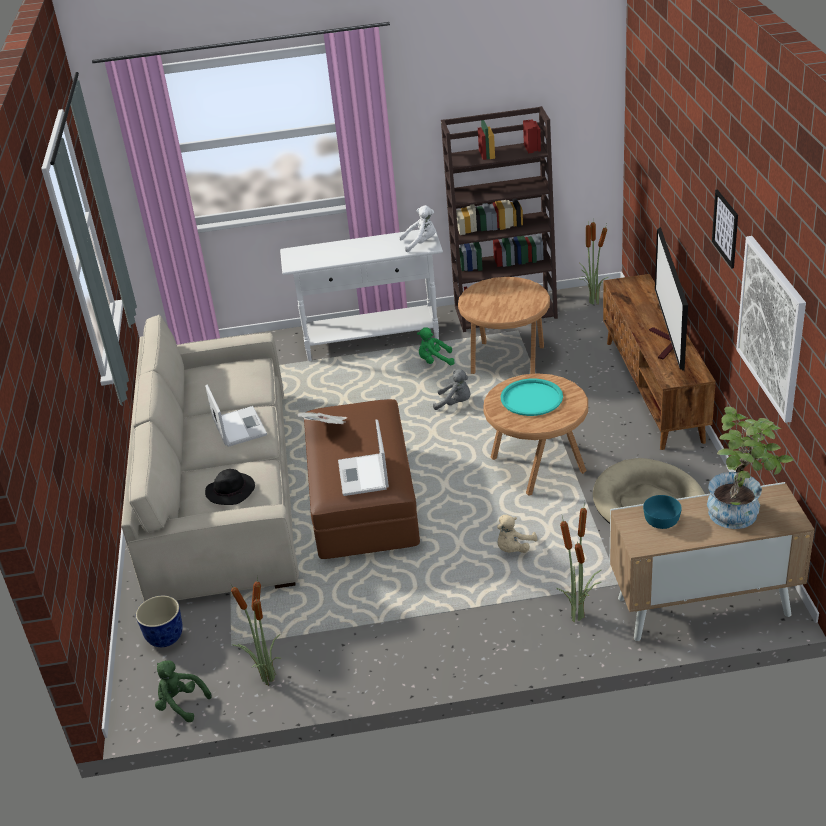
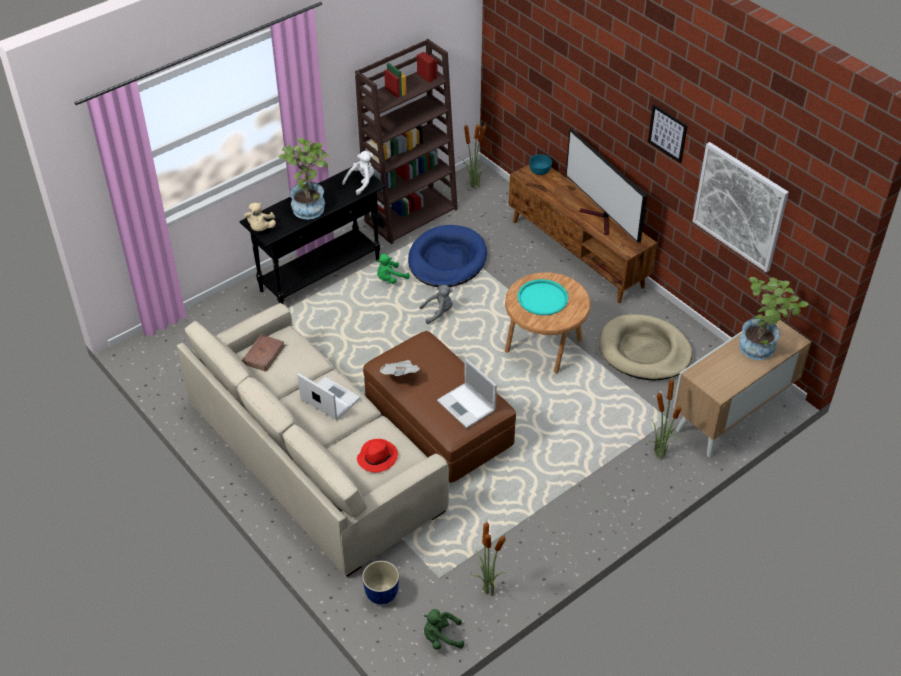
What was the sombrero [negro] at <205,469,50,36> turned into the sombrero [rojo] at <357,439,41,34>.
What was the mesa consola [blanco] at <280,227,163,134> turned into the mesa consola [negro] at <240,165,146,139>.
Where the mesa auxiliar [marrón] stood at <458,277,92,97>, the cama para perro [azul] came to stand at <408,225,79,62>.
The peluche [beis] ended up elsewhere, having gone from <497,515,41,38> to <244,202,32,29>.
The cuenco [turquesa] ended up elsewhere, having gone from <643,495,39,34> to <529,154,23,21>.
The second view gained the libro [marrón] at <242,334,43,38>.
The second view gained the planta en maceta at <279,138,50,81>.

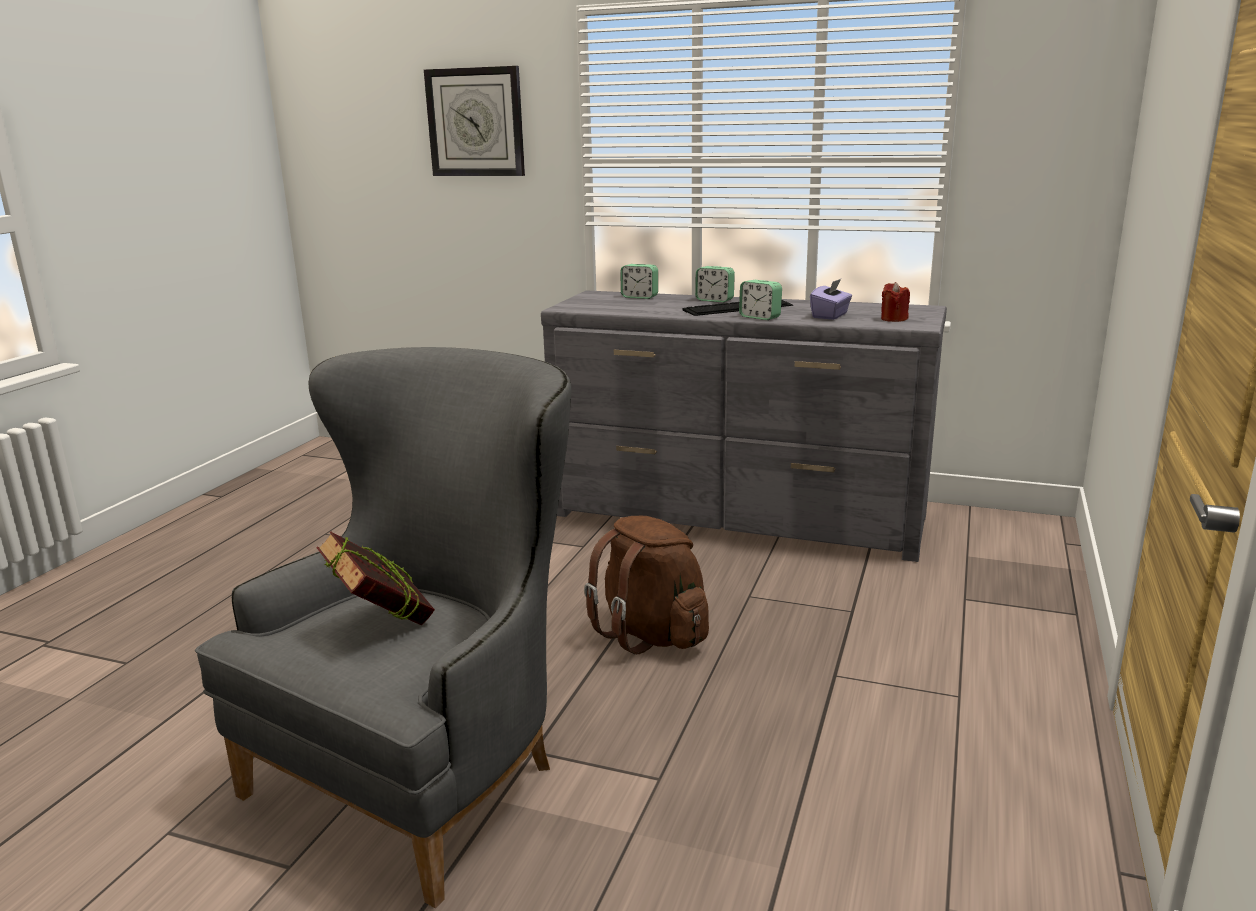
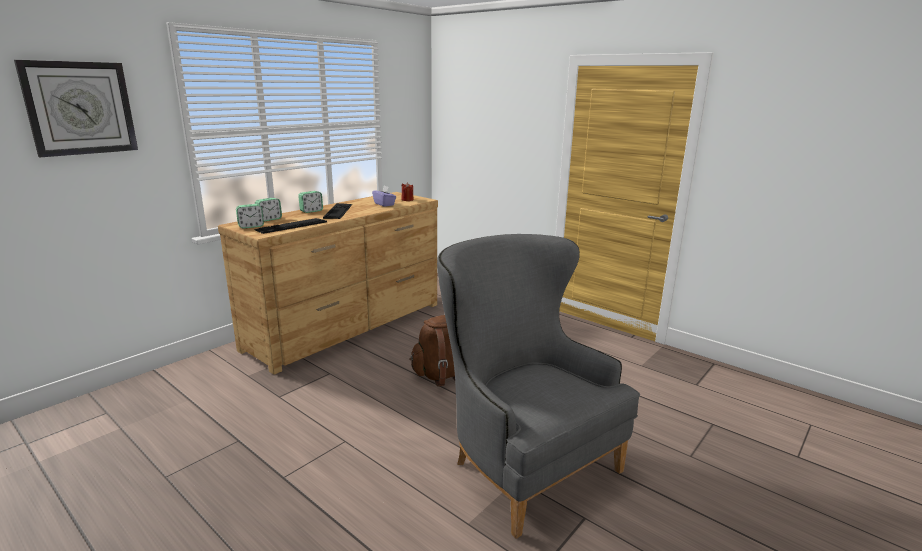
The second view lost the libro at <316,531,119,94>.
What was the cómoda [gris] at <541,290,406,272> turned into the cómoda [marrón] at <218,192,220,182>.
The despertador ended up elsewhere, having gone from <739,280,43,40> to <236,204,28,25>.
The second view gained the teclado at <255,218,72,16>.

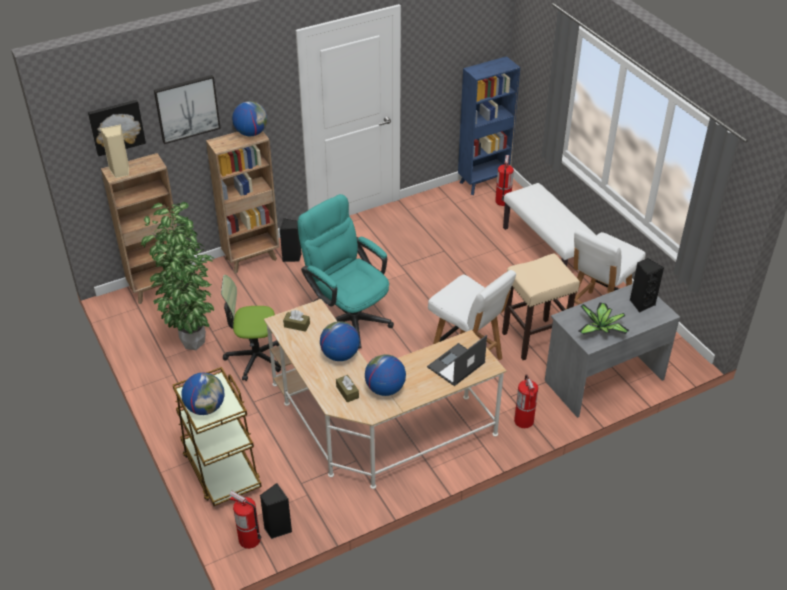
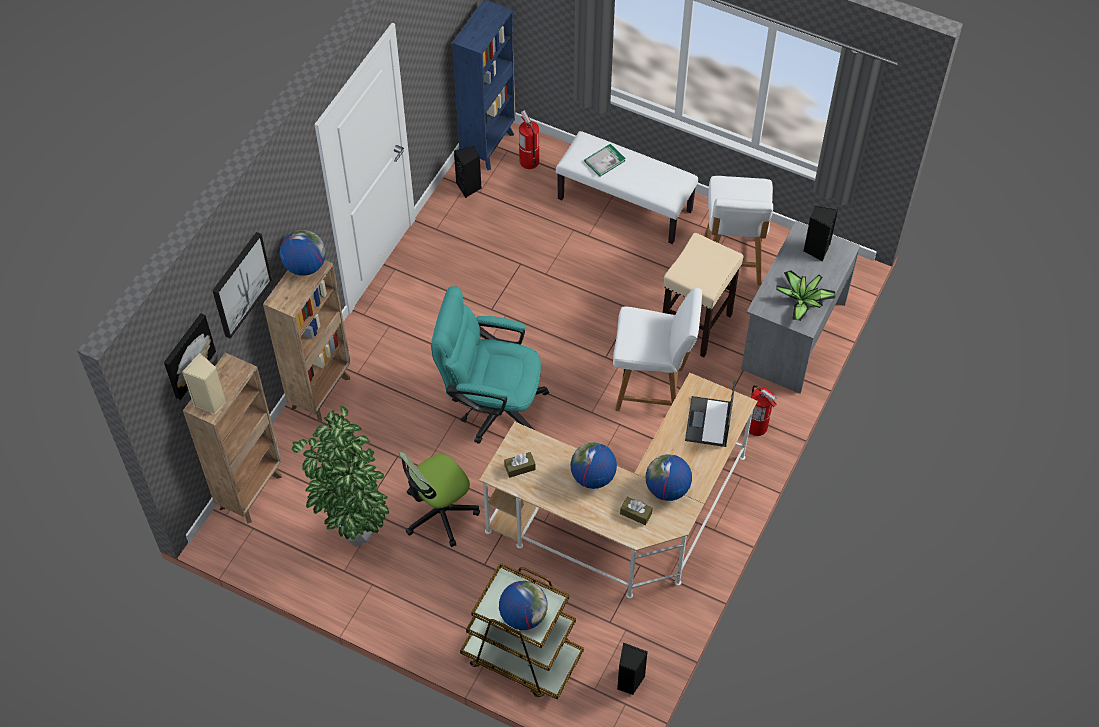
The second view lost the extintor at <229,491,33,58>.
The altavoz [negro] ended up elsewhere, having gone from <280,218,21,44> to <454,146,28,52>.
The second view gained the libro at <584,144,42,33>.

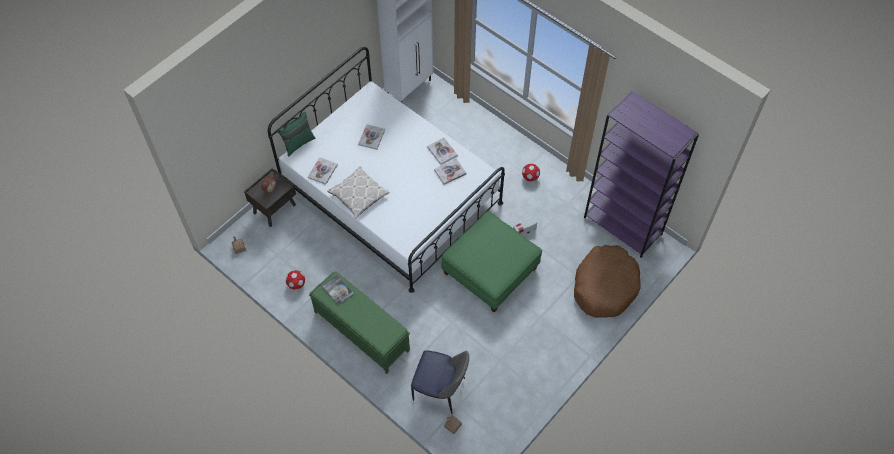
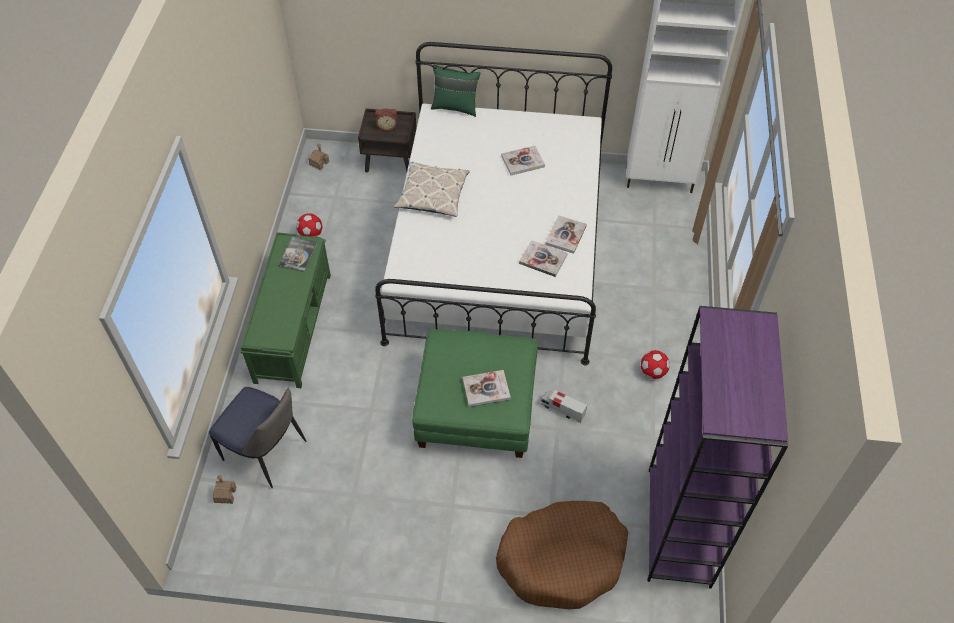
The libro ended up elsewhere, having gone from <308,157,30,28> to <463,370,48,37>.
The silla at <411,350,58,64> ended up facing another way, 45 degrees counterclockwise from before.

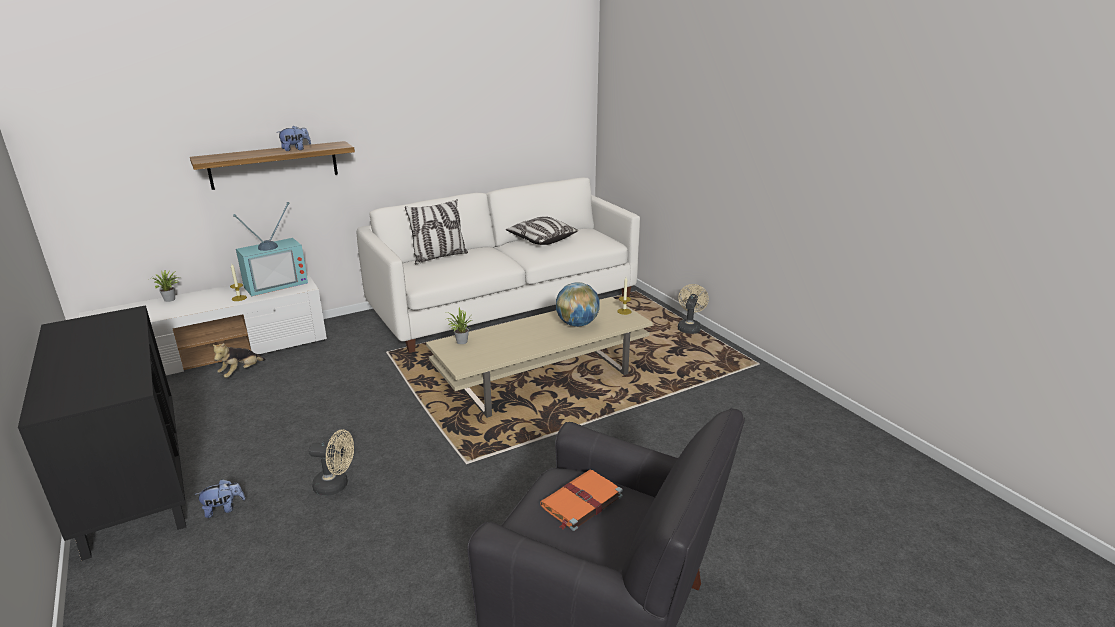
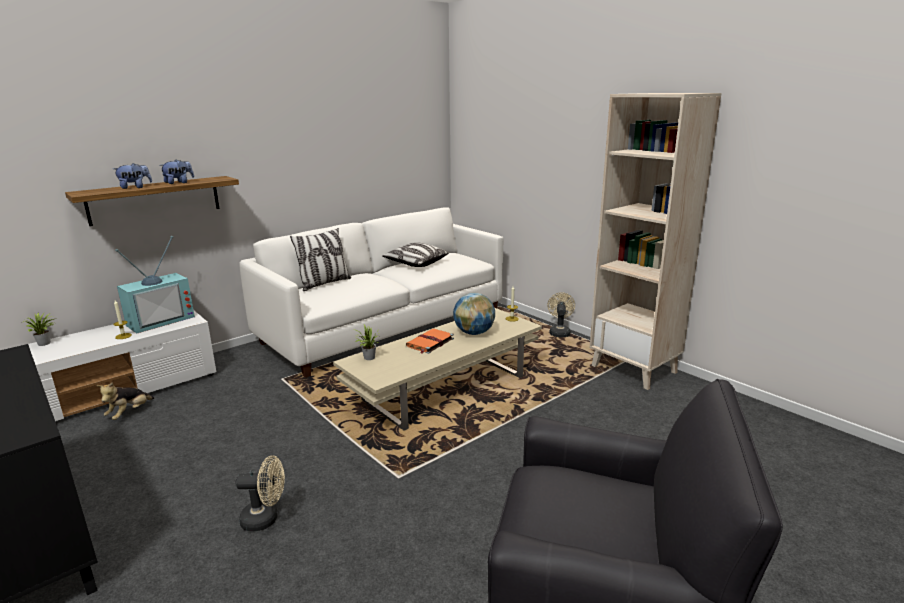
The peluche ended up elsewhere, having gone from <195,479,50,39> to <113,163,39,26>.
The libro [naranja] ended up elsewhere, having gone from <540,470,83,61> to <406,329,48,25>.
The second view gained the estantería [beis] at <589,93,133,297>.

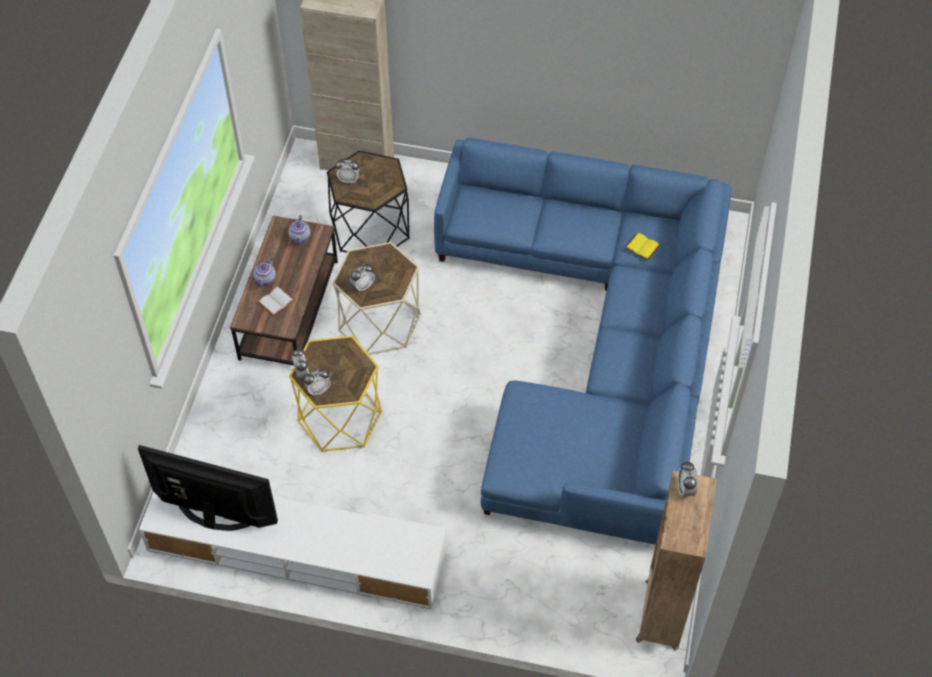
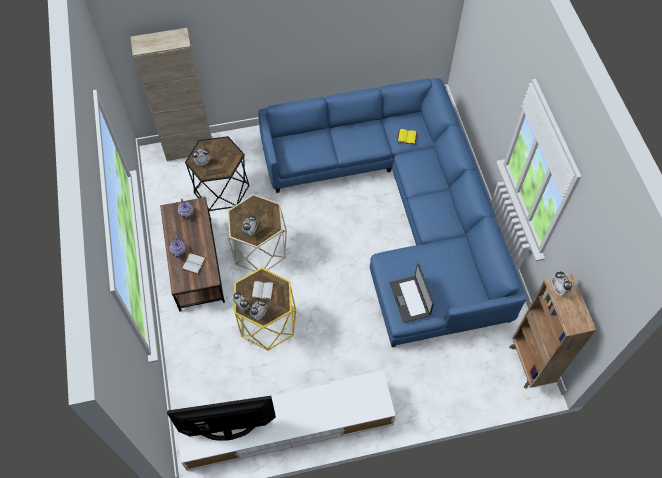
The second view gained the libro [blanco] at <251,281,23,19>.
The second view gained the portátil at <389,263,45,60>.

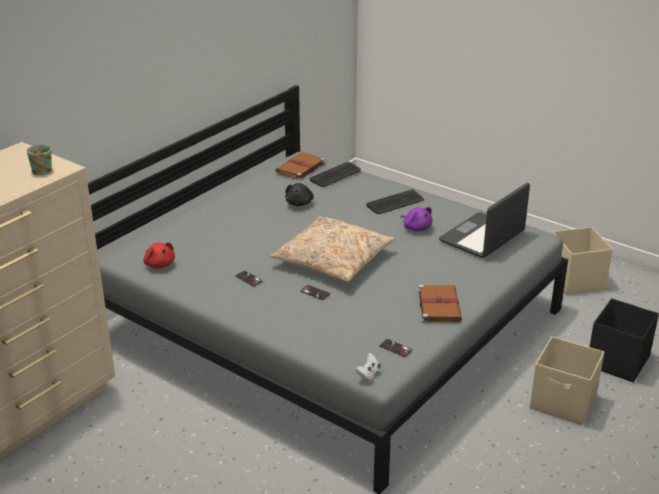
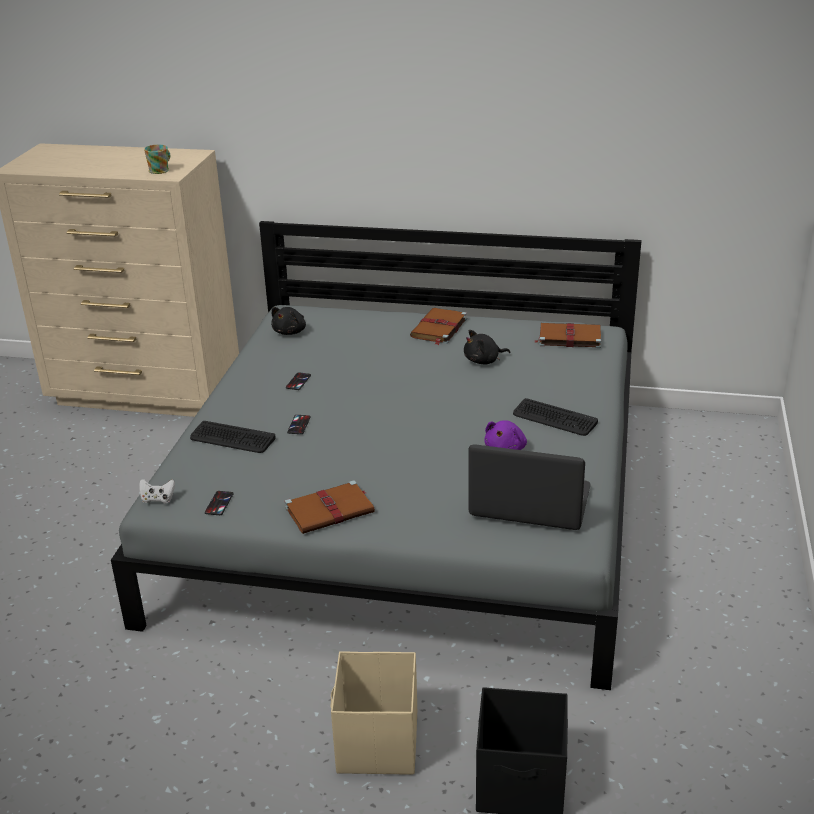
What was the peluche [rojo] at <143,242,32,27> turned into the peluche [negro] at <271,307,35,28>.
The second view lost the cojín [beis] at <269,216,126,66>.
The teclado ended up elsewhere, having gone from <310,162,51,25> to <190,421,86,32>.
The second view lost the caja de almacenaje [beis] at <552,227,61,68>.
The second view gained the libro [marrón] at <410,308,57,37>.

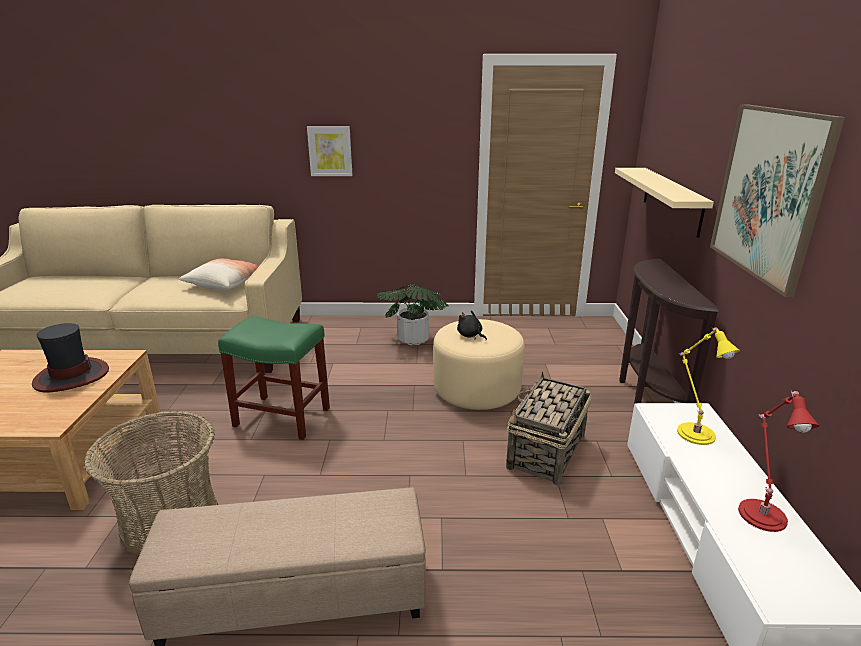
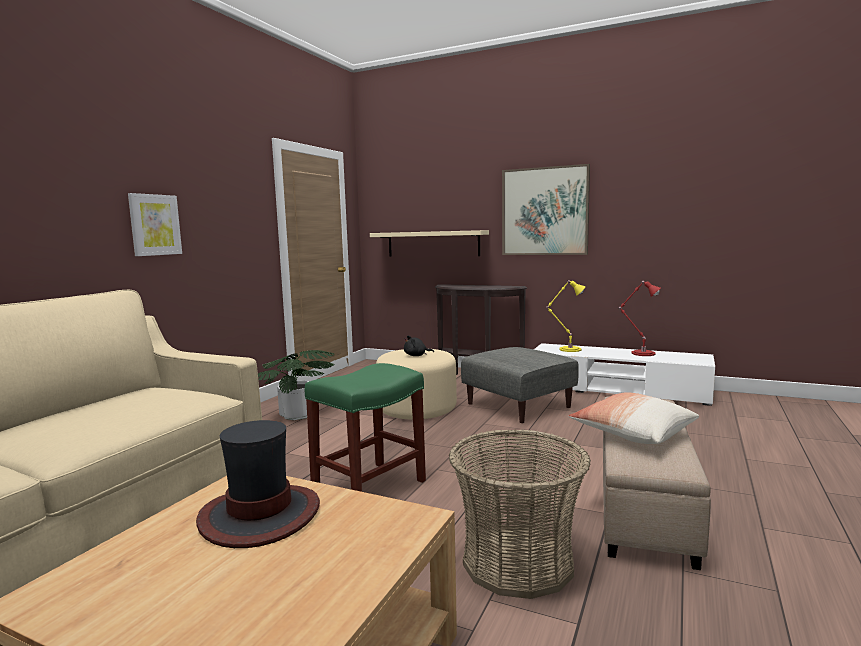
The cojín ended up elsewhere, having gone from <179,258,81,32> to <568,392,131,52>.
Where the cesta stood at <506,371,85,115>, the puf [gris] came to stand at <461,347,118,76>.

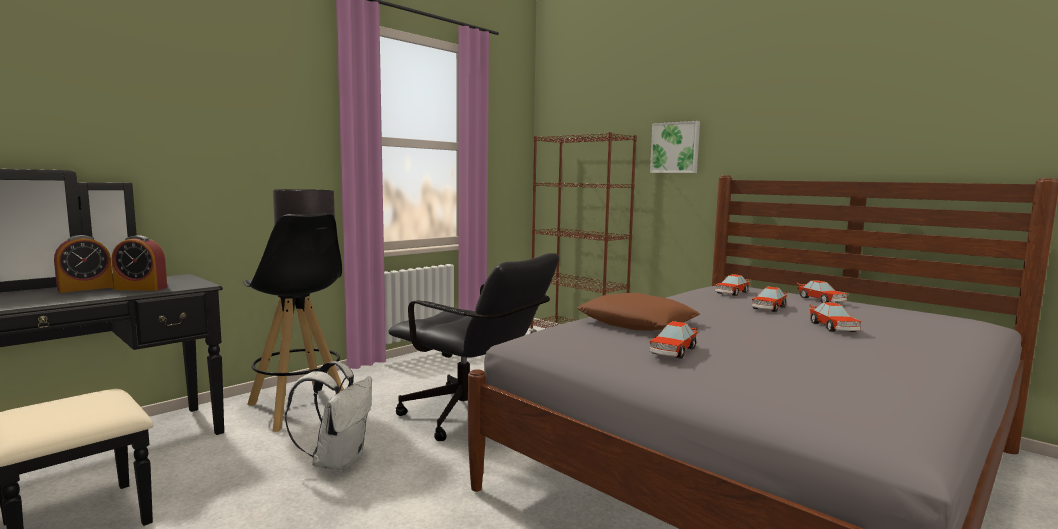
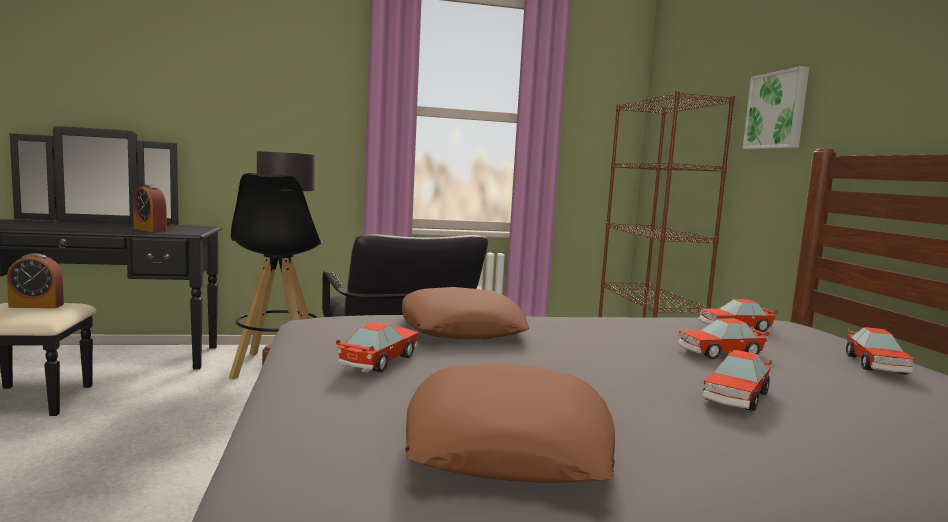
The despertador ended up elsewhere, having gone from <54,235,59,58> to <7,253,57,55>.
The second view lost the mochila [blanco] at <285,361,87,111>.
The coche de juguete at <649,321,49,38> ended up facing another way, 135 degrees clockwise from before.
The second view gained the cojín [marrón] at <405,363,210,120>.

